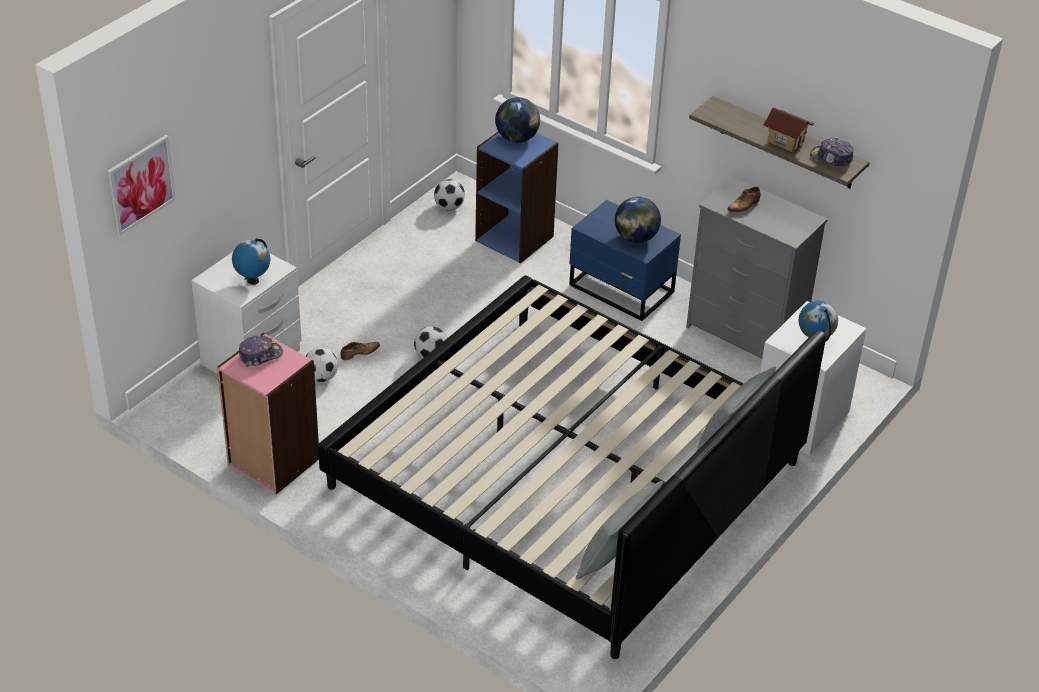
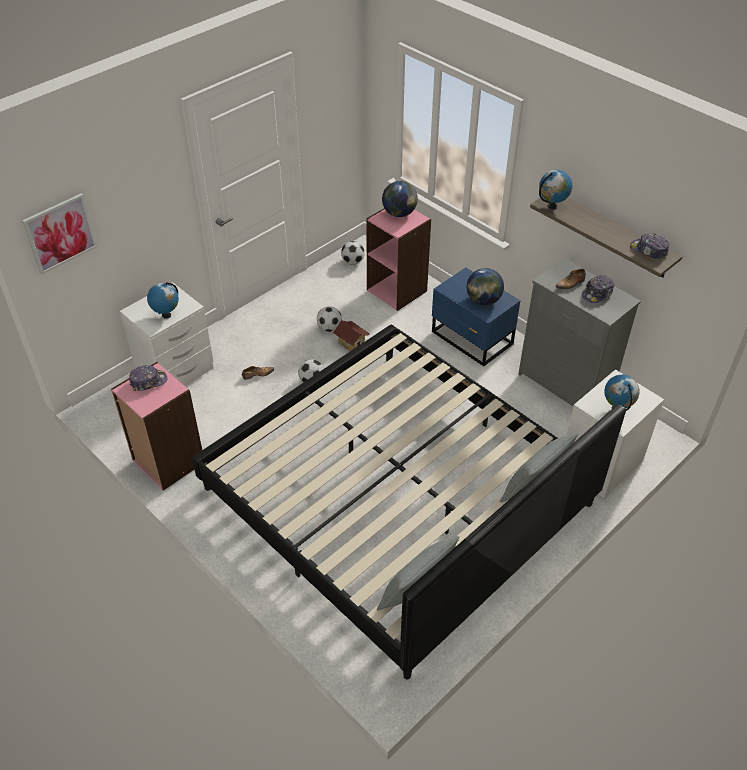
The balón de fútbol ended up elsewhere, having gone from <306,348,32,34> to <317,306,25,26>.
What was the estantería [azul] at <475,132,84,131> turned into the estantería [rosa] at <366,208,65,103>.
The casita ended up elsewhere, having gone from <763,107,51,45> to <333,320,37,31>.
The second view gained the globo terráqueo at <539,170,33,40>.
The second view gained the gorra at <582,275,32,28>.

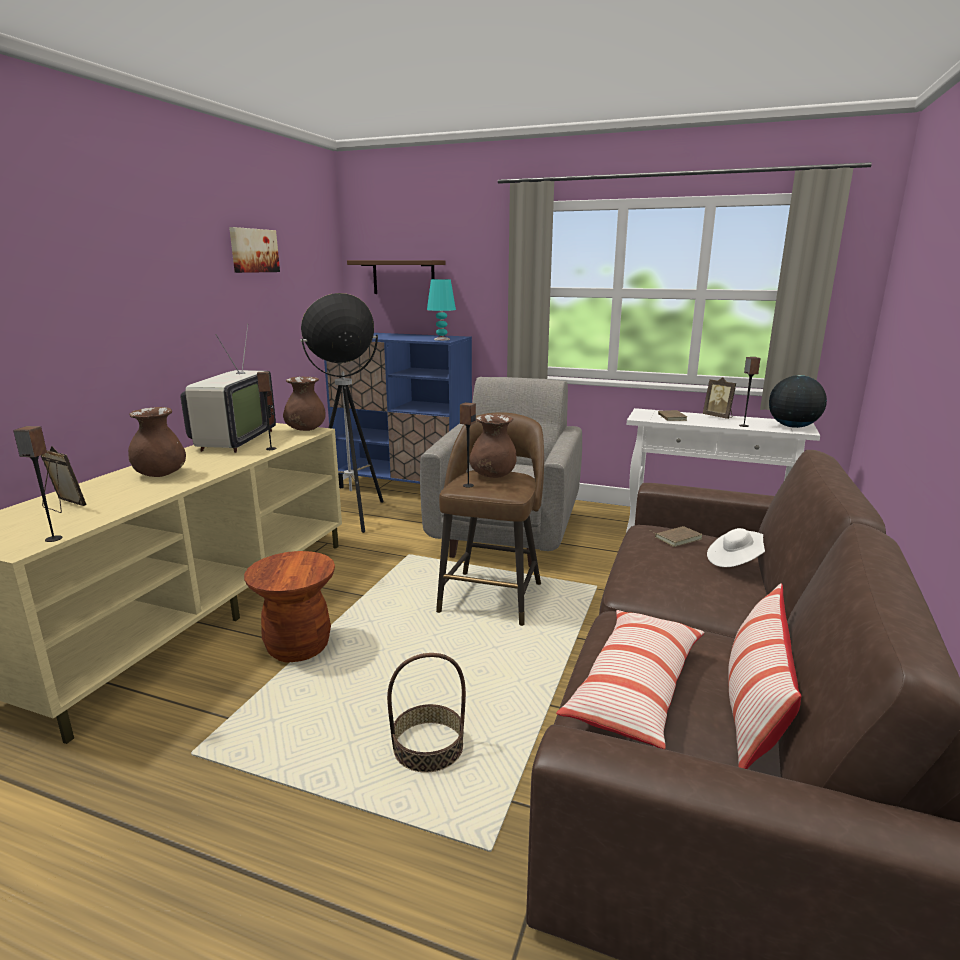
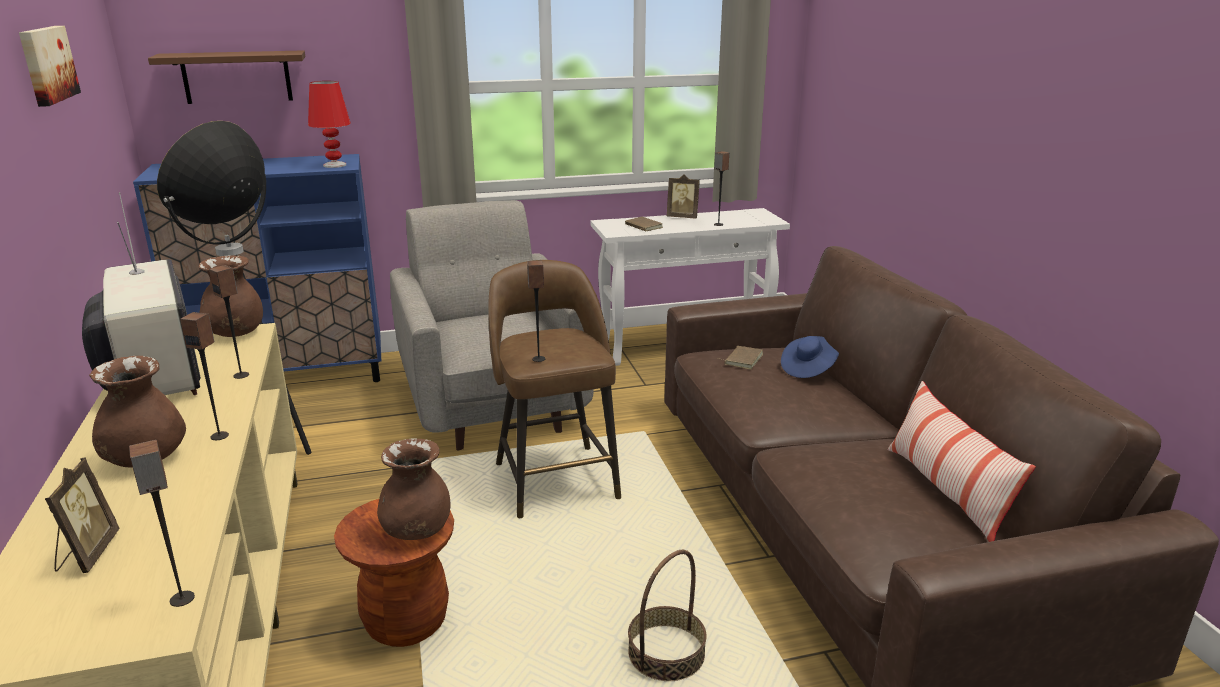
The portarretratos at <41,446,46,67> ended up facing another way, 90 degrees clockwise from before.
What was the lámpara de mesa [turquesa] at <427,279,29,62> turned into the lámpara de mesa [rojo] at <308,81,43,87>.
The florero [marrón] ended up elsewhere, having gone from <469,414,48,64> to <377,438,74,102>.
The second view lost the cojín at <556,610,149,139>.
What was the sombrero [blanco] at <707,528,58,39> turned into the sombrero [azul] at <781,336,58,42>.
The second view lost the globo terráqueo at <769,375,58,53>.
The second view gained the altavoz at <180,312,49,128>.

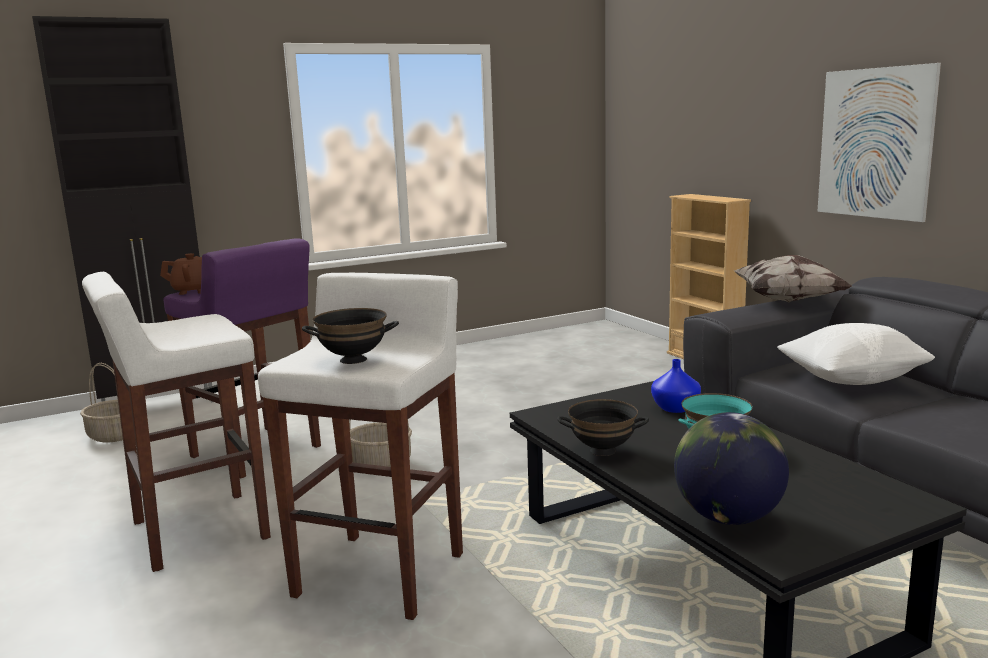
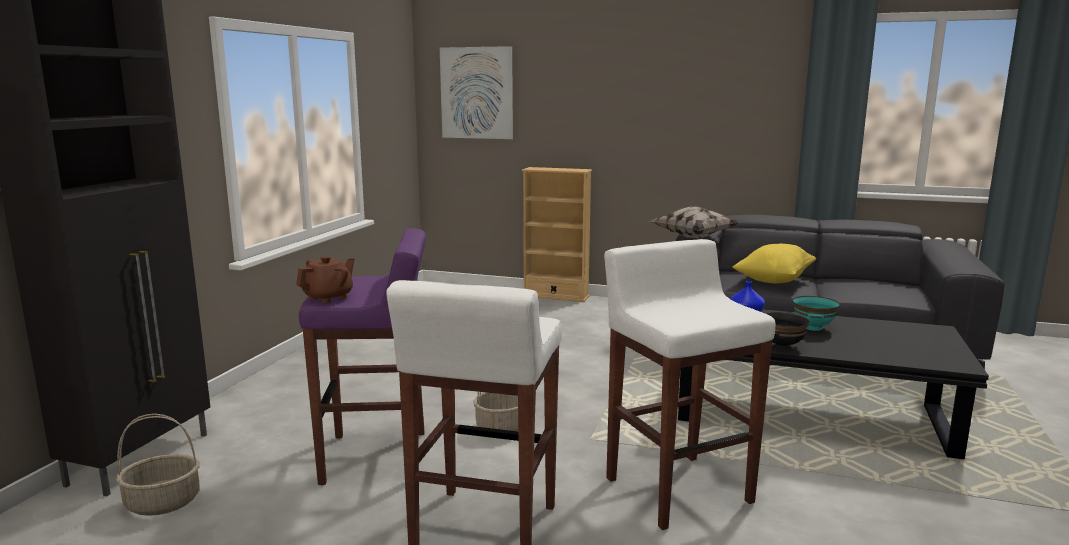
The second view lost the cuenco [negro] at <302,308,97,56>.
The second view lost the globo terráqueo at <674,412,115,113>.
What was the cojín [blanco] at <777,323,158,62> turned into the cojín [amarillo] at <732,244,84,39>.
The cuadro ended up elsewhere, having gone from <817,63,124,159> to <440,46,73,93>.

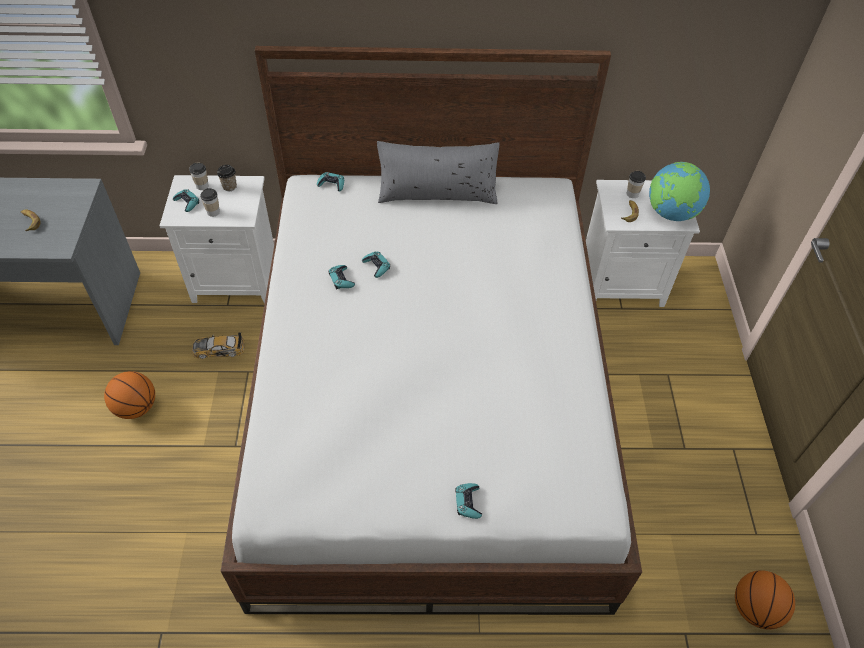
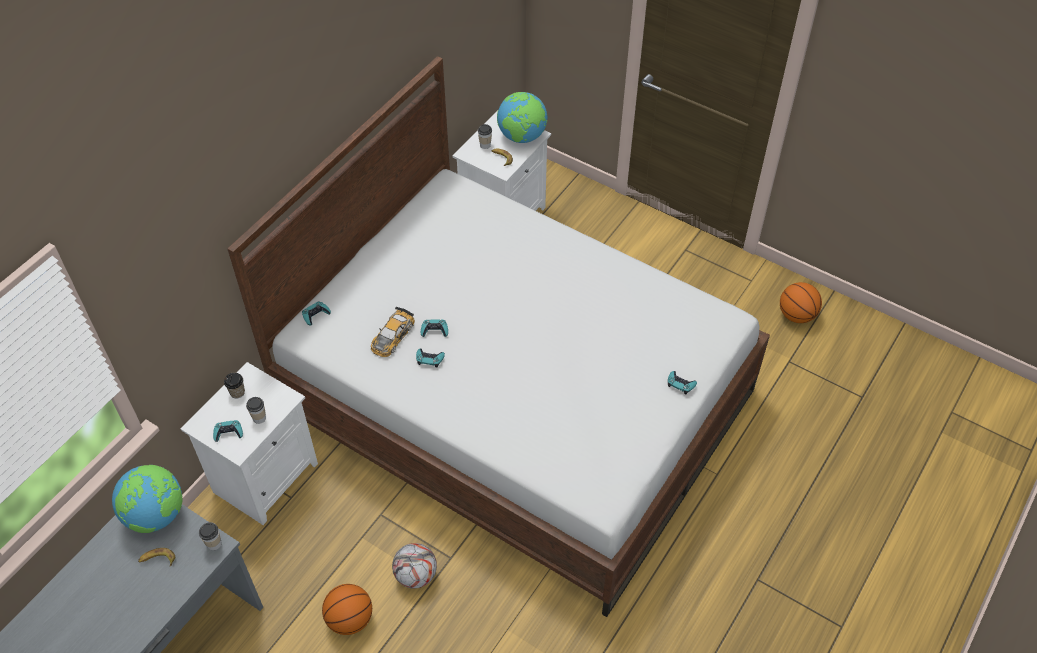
The taza ended up elsewhere, having gone from <189,163,20,27> to <199,522,23,29>.
The coche de juguete ended up elsewhere, having gone from <192,332,52,27> to <371,306,44,51>.
The second view lost the cojín [gris] at <377,141,123,63>.
The second view gained the globo terráqueo at <112,465,71,68>.
The second view gained the balón de fútbol at <392,543,45,45>.

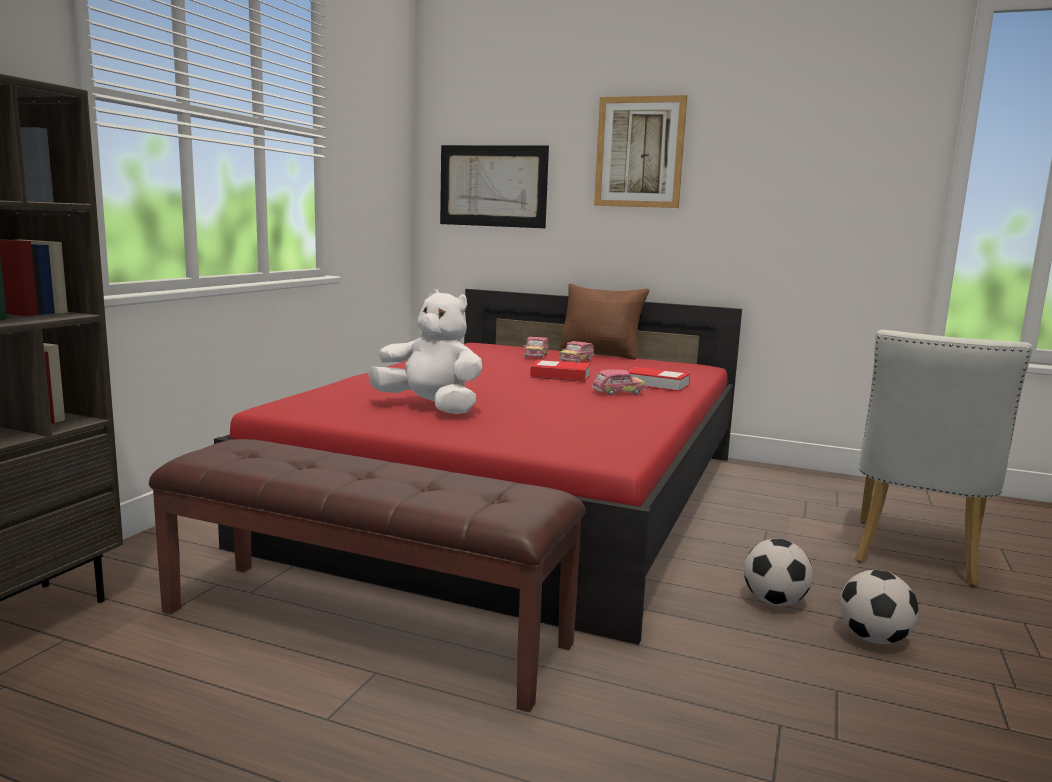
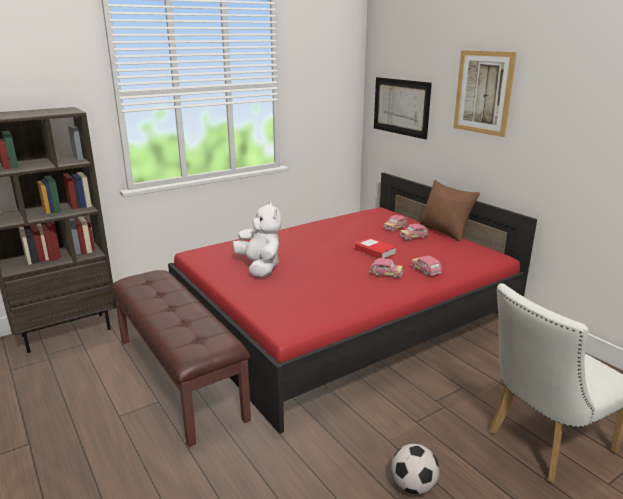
Where the libro stood at <628,367,62,25>, the coche de juguete came to stand at <411,256,31,20>.
The second view lost the balón de fútbol at <744,539,69,67>.

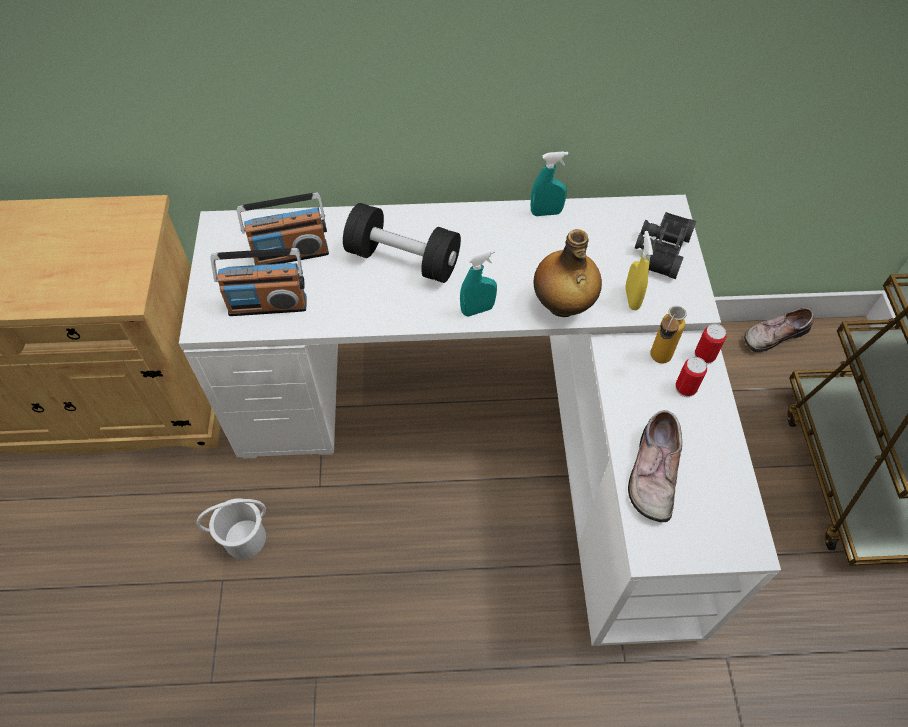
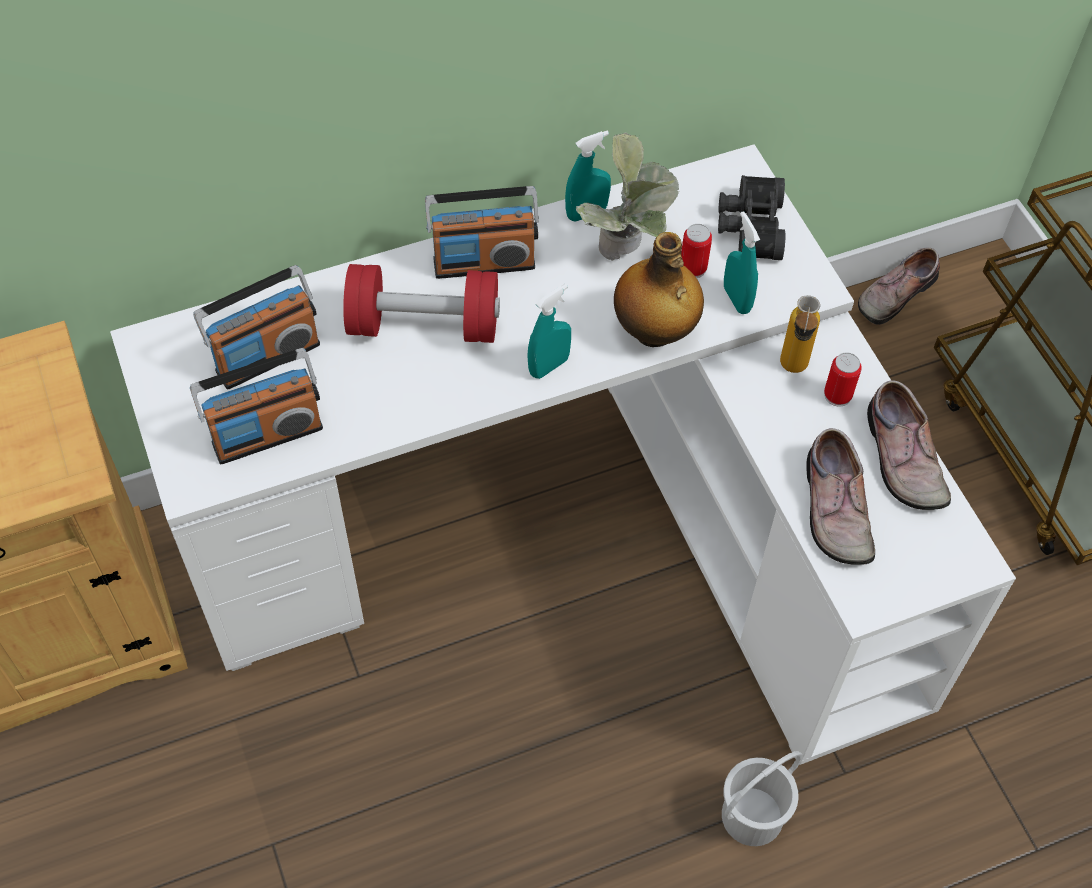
The cubo [blanco] ended up elsewhere, having gone from <197,498,69,61> to <722,751,81,95>.
What was the mancuerna [negro] at <343,203,118,80> turned into the mancuerna [rojo] at <343,264,157,79>.
What was the pulverizador [amarillo] at <625,231,28,79> turned into the pulverizador [turquesa] at <724,211,36,103>.
The lata ended up elsewhere, having gone from <695,324,32,40> to <681,224,31,54>.
The second view gained the radio at <425,186,114,93>.
The second view gained the planta en maceta at <576,132,103,129>.
The second view gained the zapato at <867,380,84,130>.

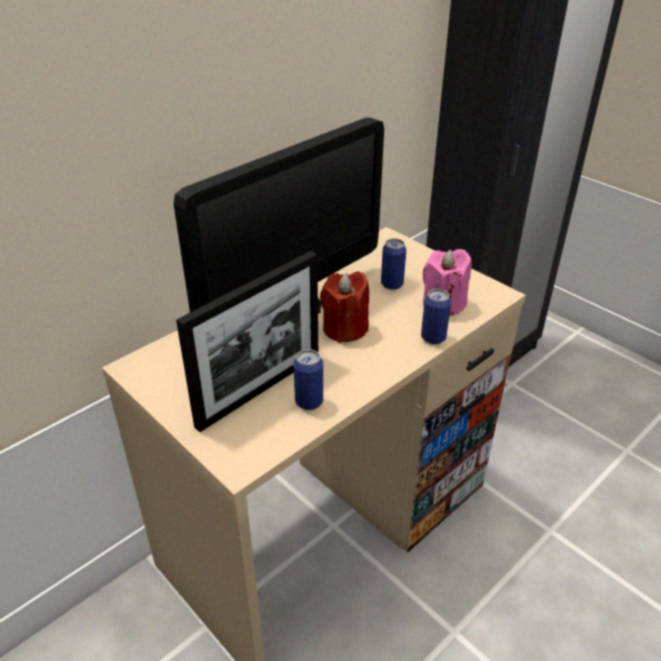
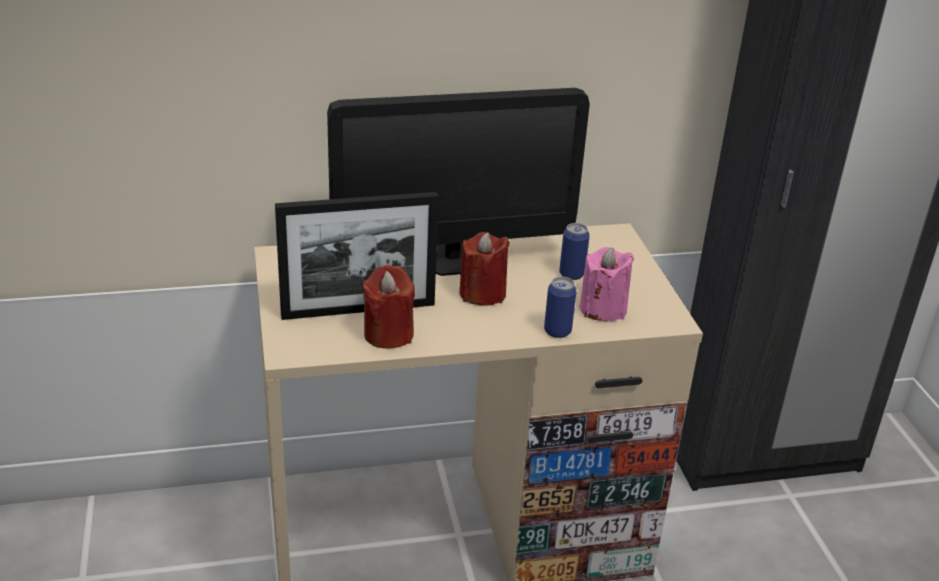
Where the lata stood at <293,349,30,61>, the vela [rojo] came to stand at <362,265,53,84>.

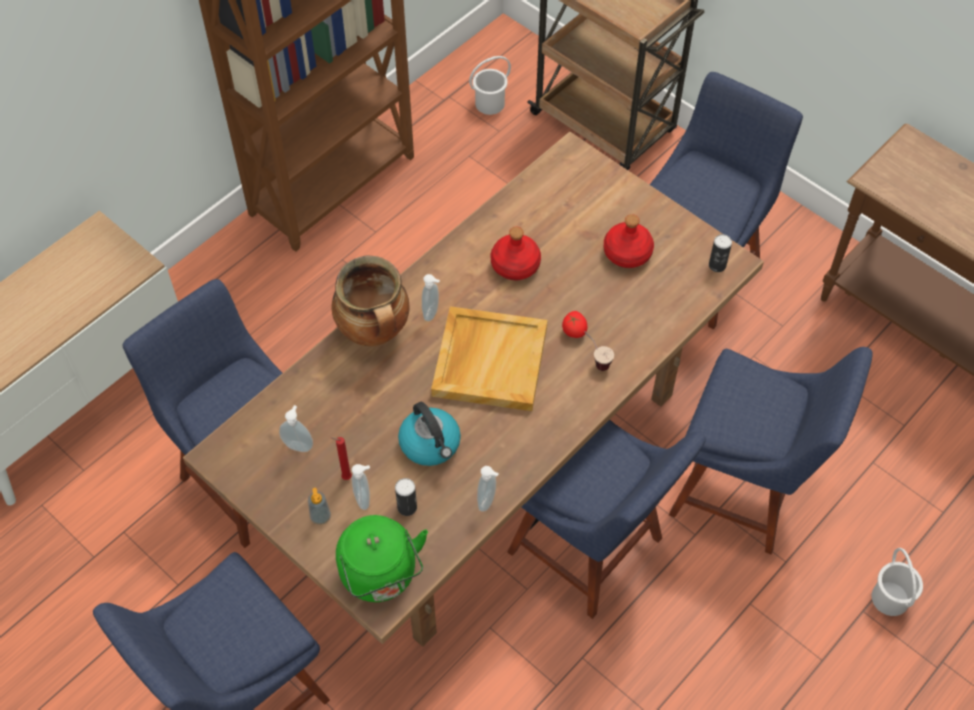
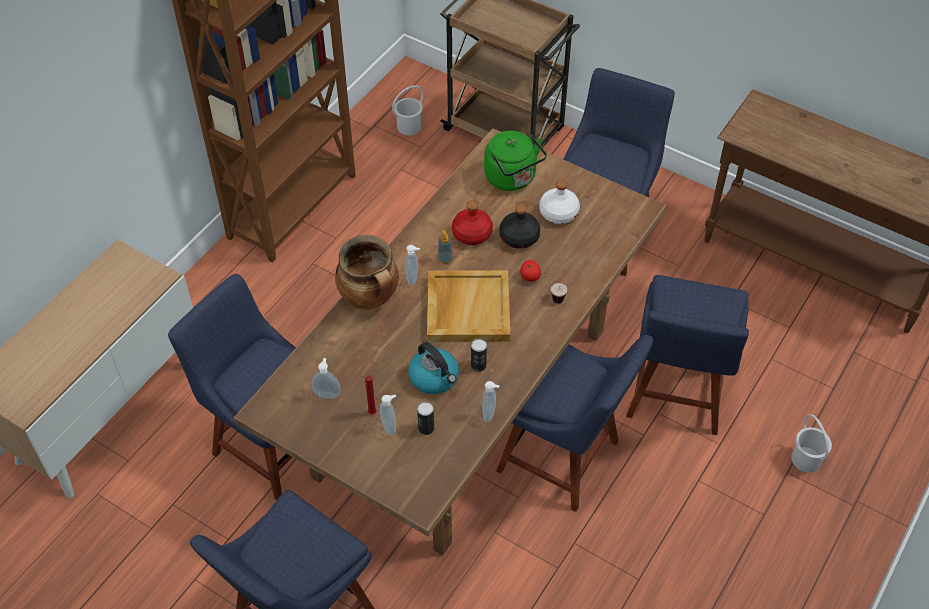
The dispensador de jabón ended up elsewhere, having gone from <308,488,23,37> to <438,230,15,34>.
The hervidor [verde] ended up elsewhere, having gone from <336,515,92,87> to <484,131,63,60>.
What was the botella [rojo] at <604,214,50,54> turned into the botella [blanco] at <539,180,41,44>.
The silla [azul] at <669,347,204,207> ended up facing another way, 90 degrees clockwise from before.
The lata ended up elsewhere, having gone from <709,234,23,38> to <471,339,16,33>.
The second view gained the botella [negro] at <499,204,41,45>.

